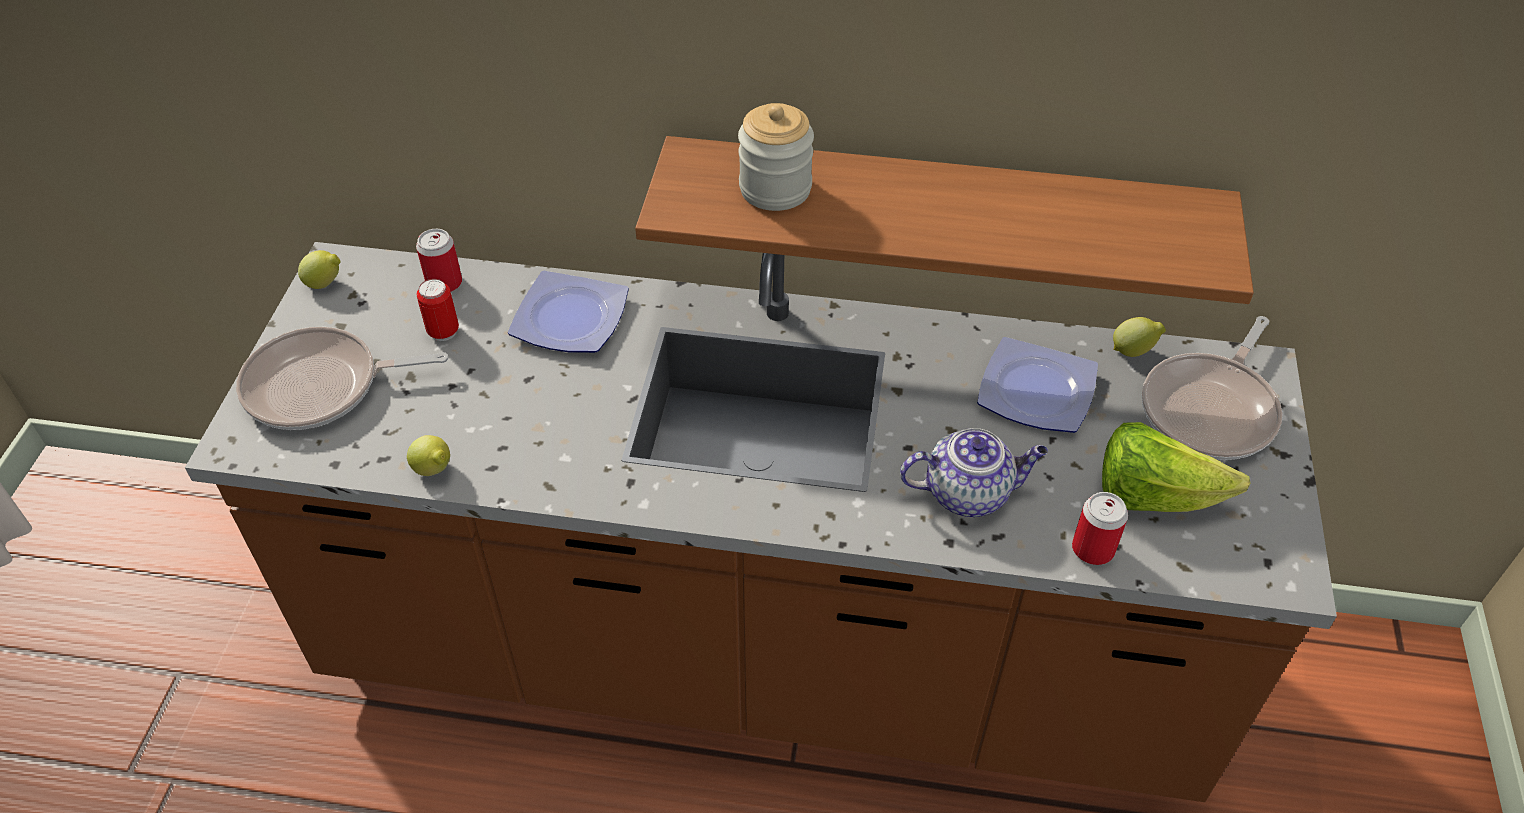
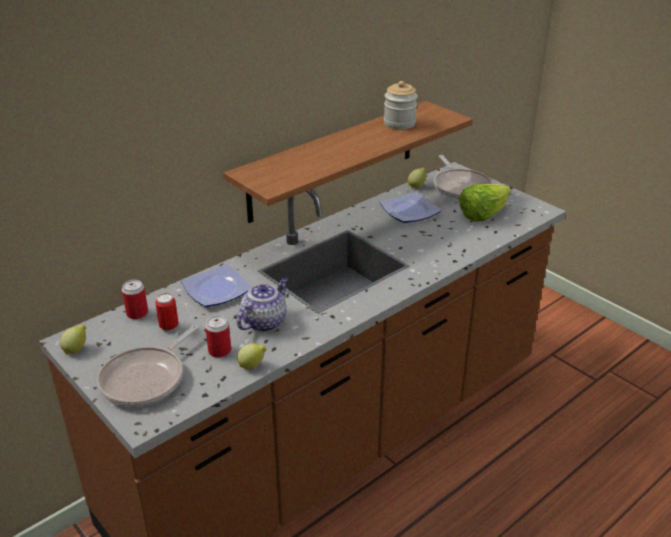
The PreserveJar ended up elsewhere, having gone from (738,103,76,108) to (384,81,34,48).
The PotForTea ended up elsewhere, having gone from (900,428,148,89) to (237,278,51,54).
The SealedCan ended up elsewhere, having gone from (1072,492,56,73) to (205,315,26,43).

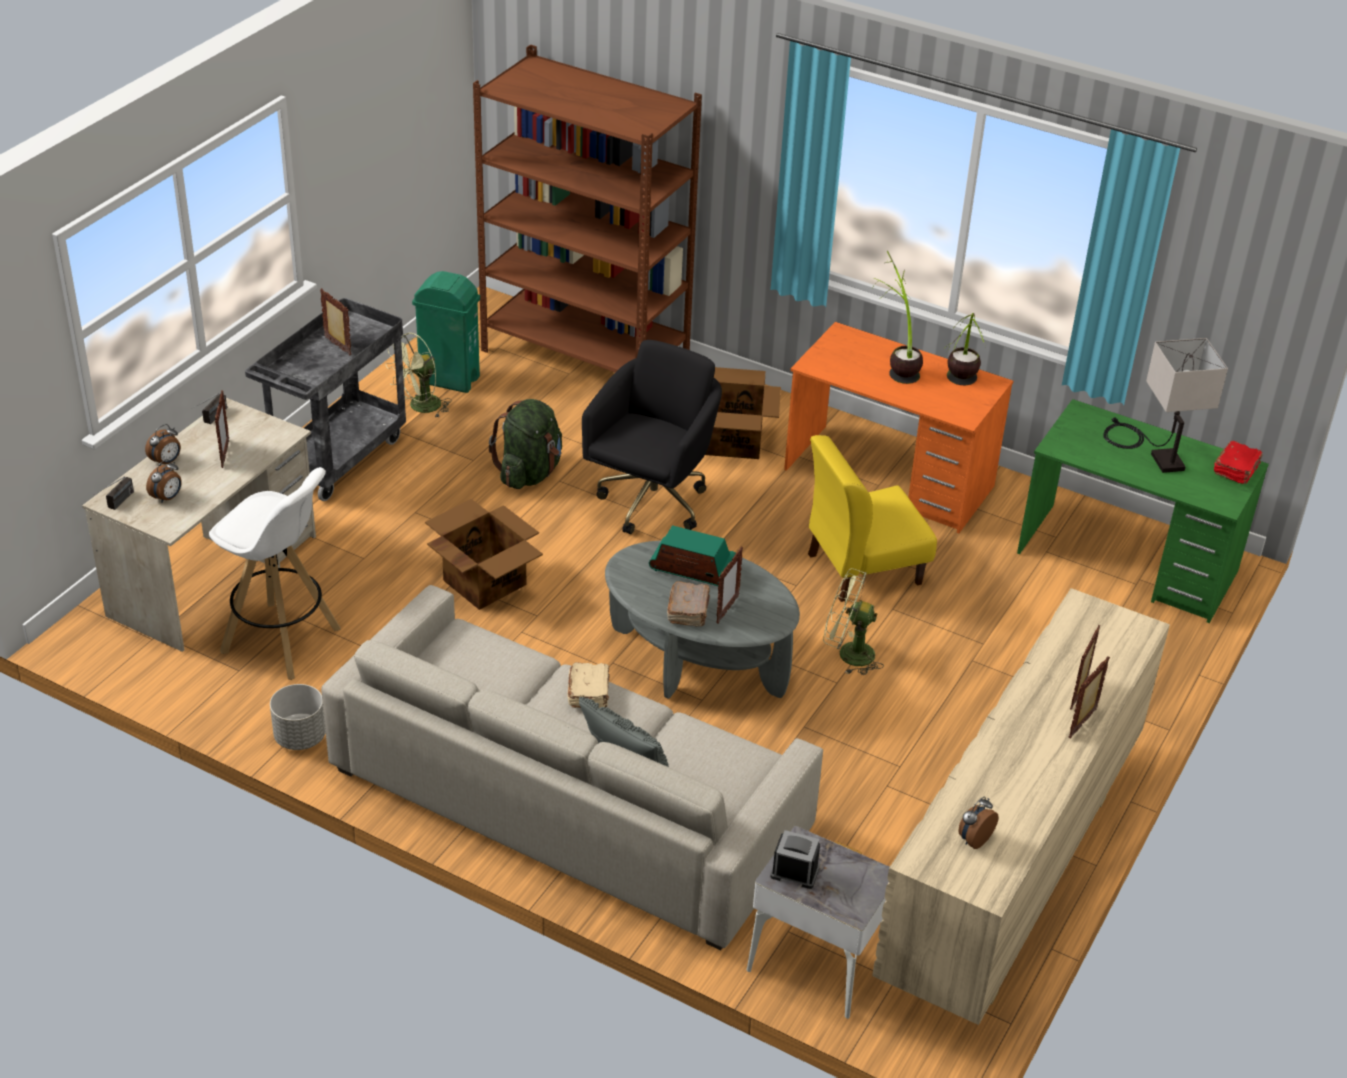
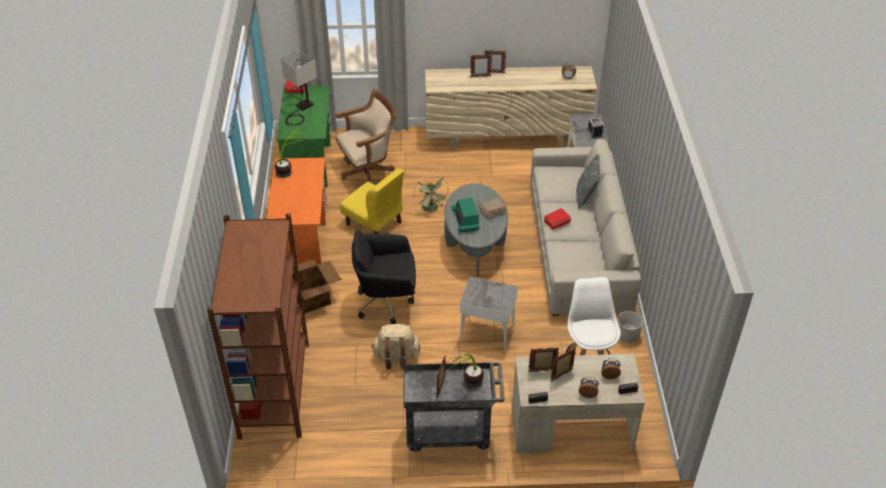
The second view lost the GreenishFan at (385,333,66,84).
The second view lost the GreenishWasteBin at (412,271,68,122).
The second view gained the OfficeChair at (335,88,61,95).
The StandingFrame ended up elsewhere, having gone from (716,546,27,77) to (528,347,31,25).
The PlantInAPot ended up elsewhere, having gone from (874,251,49,133) to (446,354,38,34).
Where the PackingBox stood at (425,499,118,111), the EndTable came to stand at (459,277,59,74).
What was the GreenishRucksack at (489,399,73,90) turned into the BeigeRucksack at (371,324,49,45).
What was the BeigeVolume at (567,662,43,46) turned into the RedColouredVolume at (544,208,27,22).

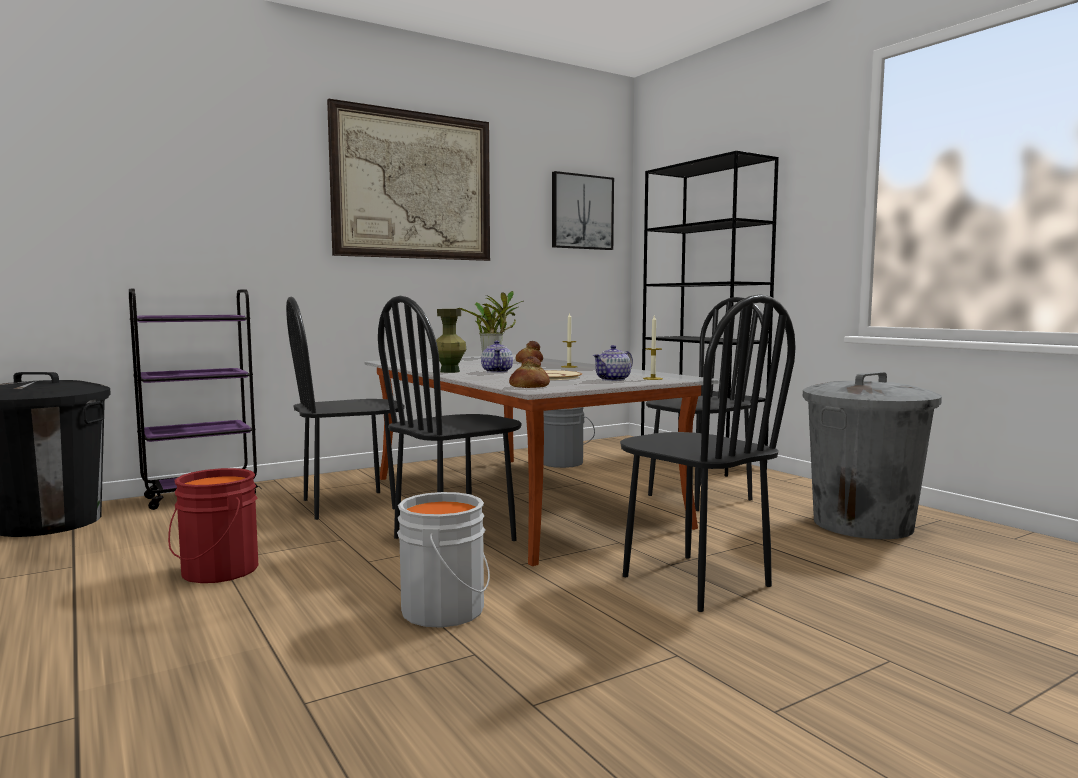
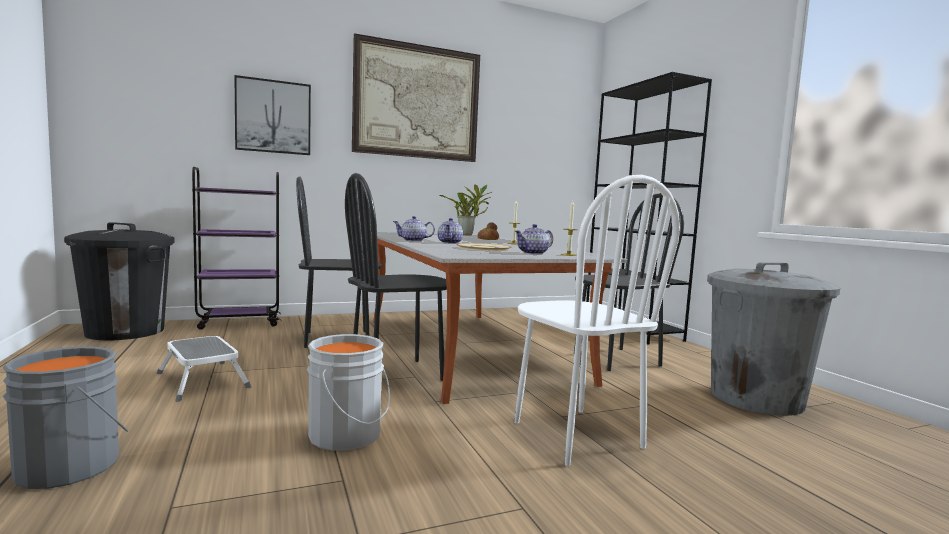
The second view lost the Bread at (509,356,41,32).
The GreyPail ended up elsewhere, having gone from (543,407,52,61) to (3,346,125,143).
The WallArt ended up elsewhere, having gone from (552,171,62,79) to (234,75,77,80).
Where the RedColouredPail stood at (168,468,90,115), the GreyStepLadder came to stand at (156,336,95,66).
Where the GreenishVase stood at (436,309,30,64), the PotForTea came to stand at (393,216,42,26).
What was the BlackPlainChair at (620,294,176,318) turned into the WhitePlainChair at (514,175,166,291).

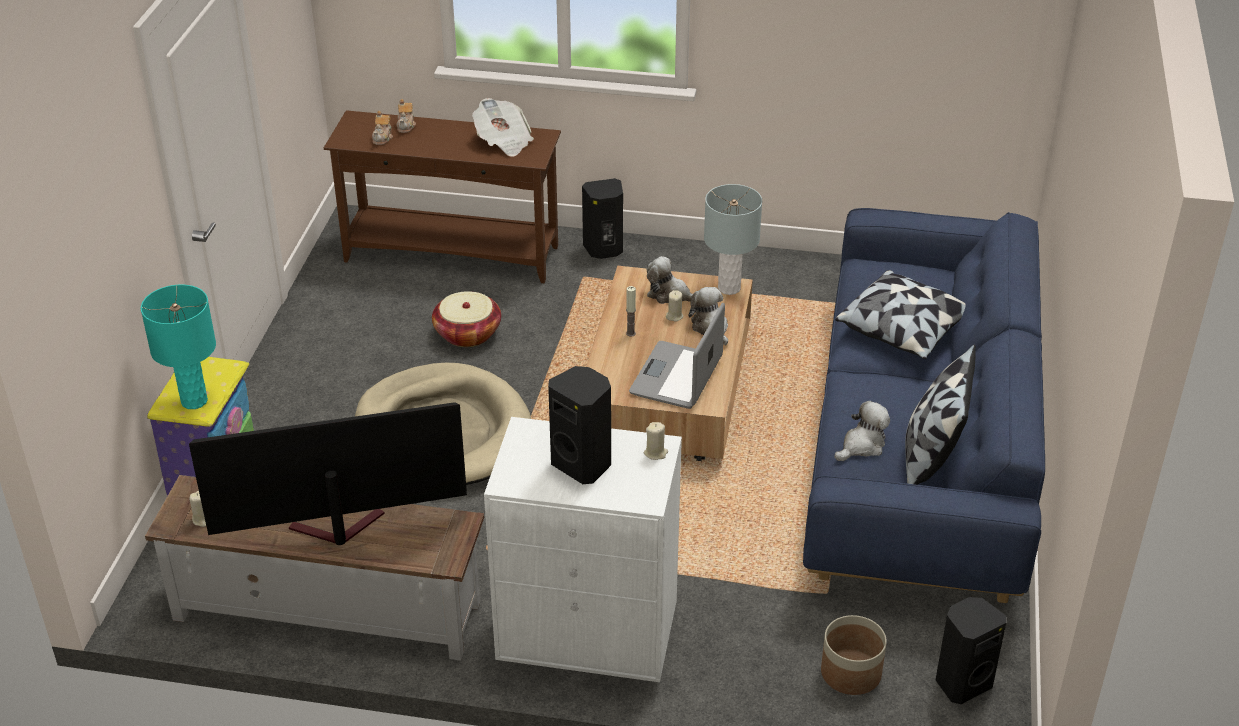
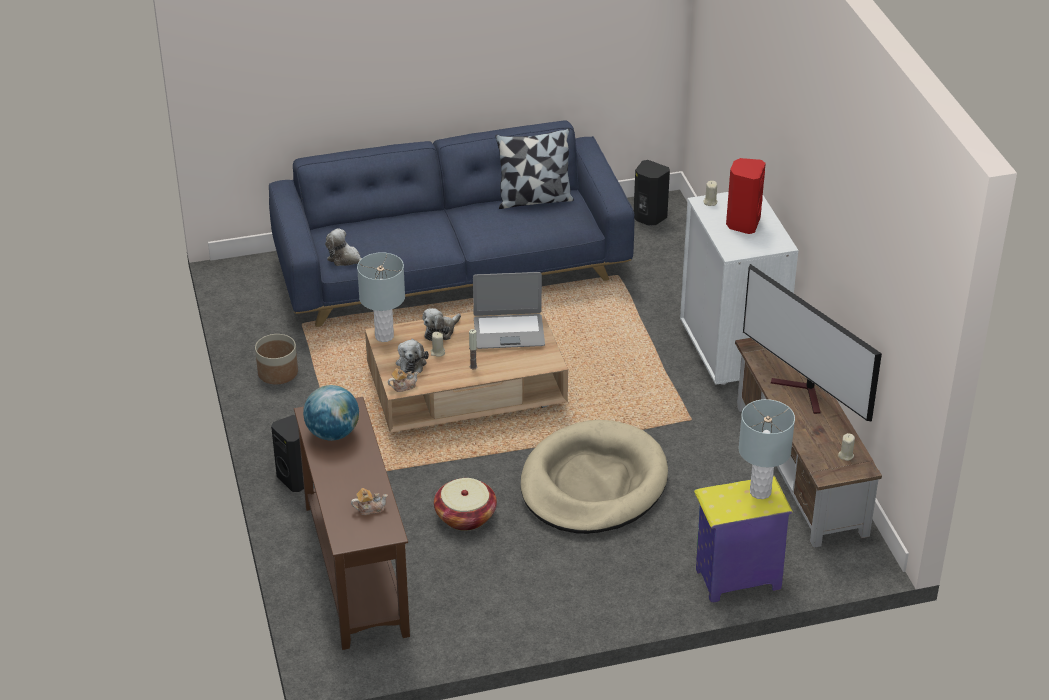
The second view lost the ThrowPillow at (835,270,130,89).
The PotForTea ended up elsewhere, having gone from (396,99,20,34) to (388,368,31,24).
The PlantPot ended up elsewhere, having gone from (821,615,66,80) to (255,334,43,50).
The SoftToy ended up elsewhere, having gone from (834,401,56,60) to (325,228,37,38).
Where the DailyPaper stood at (472,98,62,59), the WorldGlobe came to stand at (303,385,56,56).
What was the BlueGreenTabletopLamp at (141,285,75,124) turned into the GreyTabletopLamp at (738,399,57,100).
What was the BlackSpeaker at (548,366,63,118) turned into the RedColouredSpeaker at (726,158,40,76).

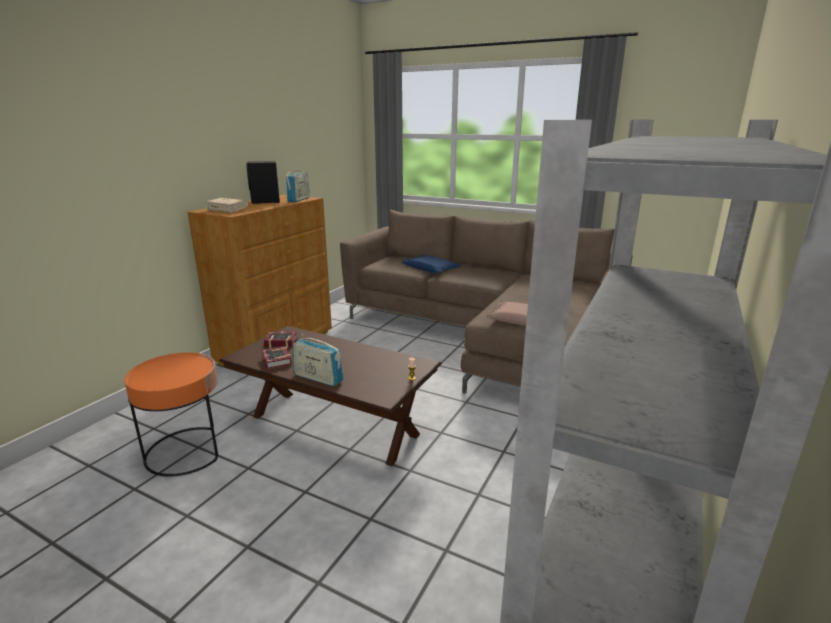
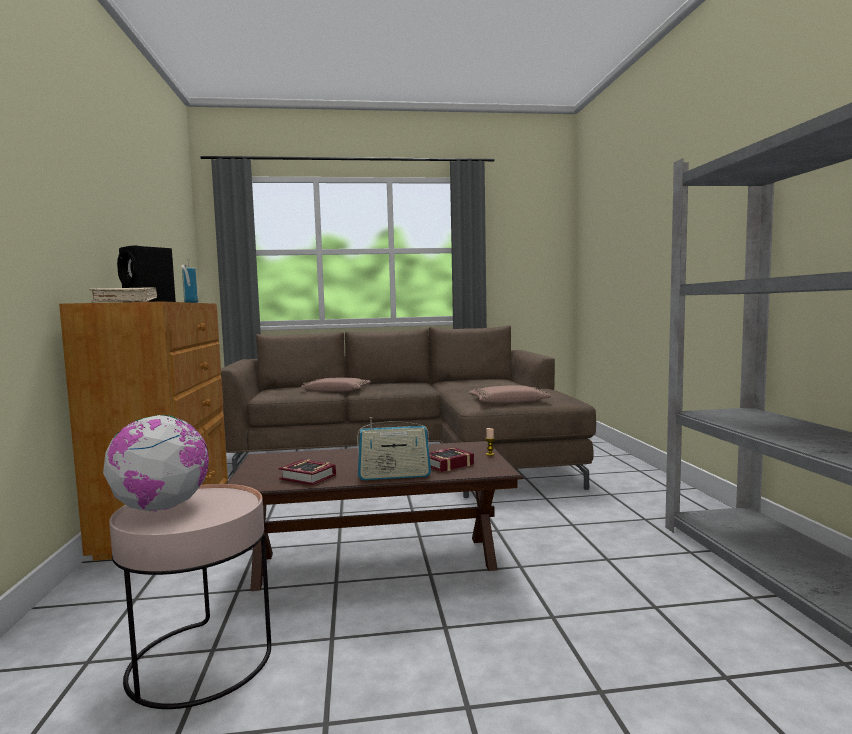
The second view gained the WorldGlobe at (103,415,106,97).
The Volume ended up elsewhere, having gone from (263,331,35,17) to (429,447,45,25).
What was the OrangeColouredEndTable at (124,352,94,125) turned into the PinkColouredEndTable at (109,484,162,225).
What was the BlueThrowPillow at (402,255,59,18) turned into the BeigeThrowPillow at (301,377,70,15).

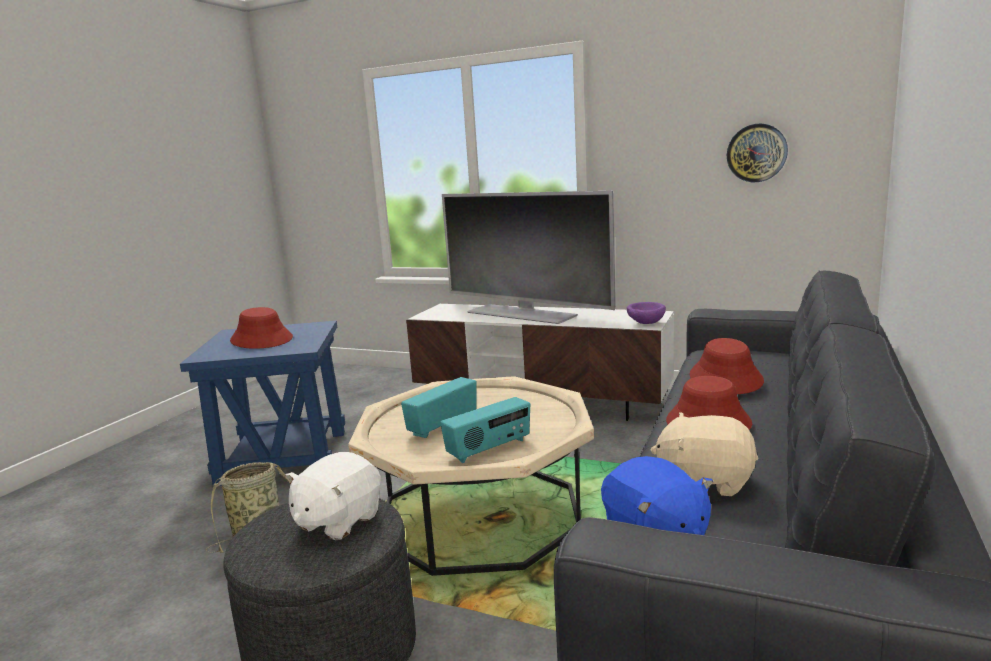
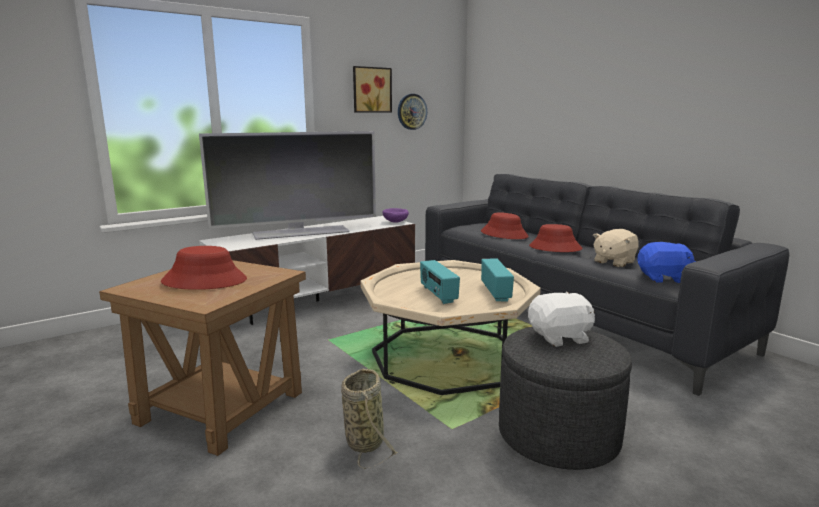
The second view gained the WallArt at (353,66,39,47).
What was the BlueEndTable at (180,321,165,165) turned into the BrownColouredEndTable at (99,260,207,196).
The WhiteSoftToy at (285,452,96,88) ended up facing another way, 75 degrees counterclockwise from before.

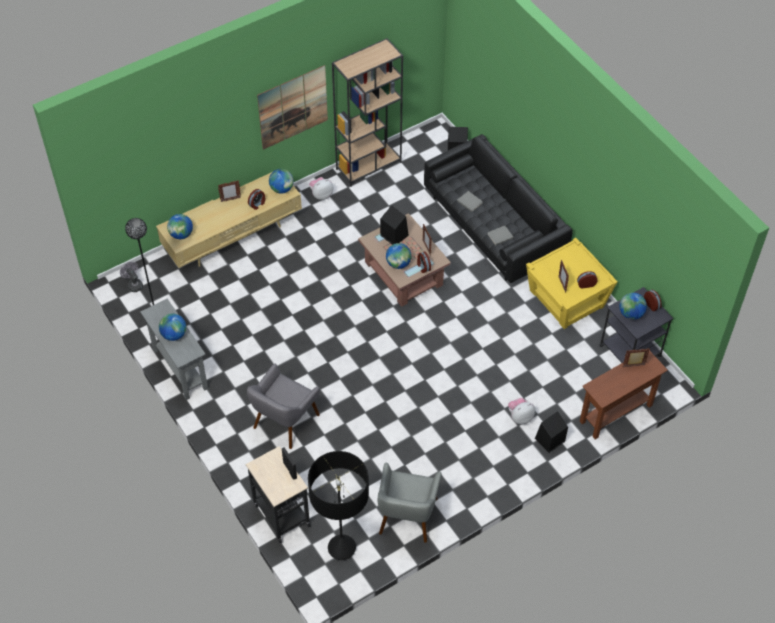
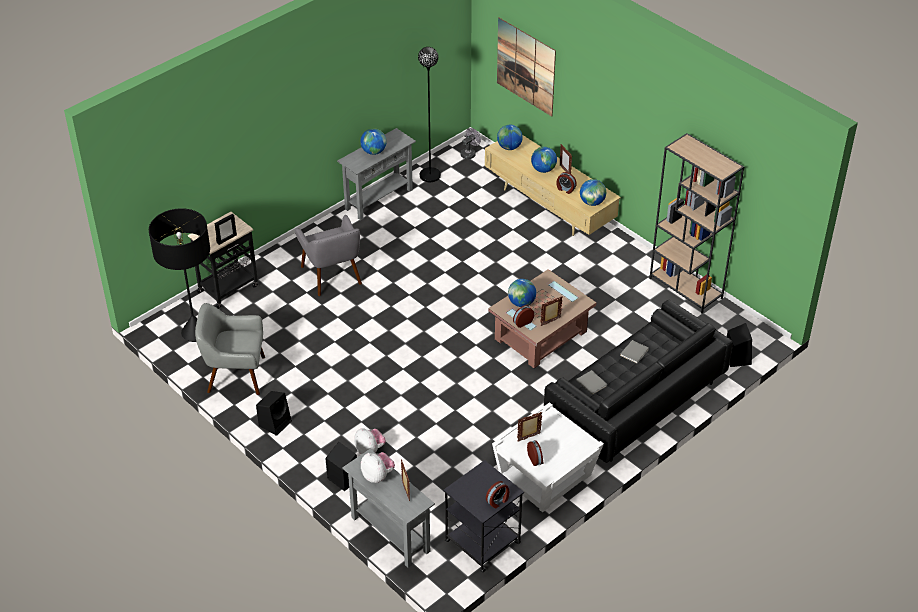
The WallArt ended up elsewhere, having gone from (257,65,71,85) to (497,18,59,99).
The SoftToy ended up elsewhere, having gone from (309,177,25,23) to (361,452,34,31).
The BlackSpeaker ended up elsewhere, having gone from (380,205,29,40) to (256,391,36,45).
The WorldGlobe ended up elsewhere, having gone from (619,293,28,27) to (531,147,26,26).
What was the YellowEndTable at (526,238,91,91) turned into the WhiteEndTable at (492,402,112,111).
What was the BrownColouredHallTable at (580,348,88,91) turned into the GreyHallTable at (342,449,93,119).
The GreyArmchair at (247,364,73,85) ended up facing another way, 135 degrees counterclockwise from before.

